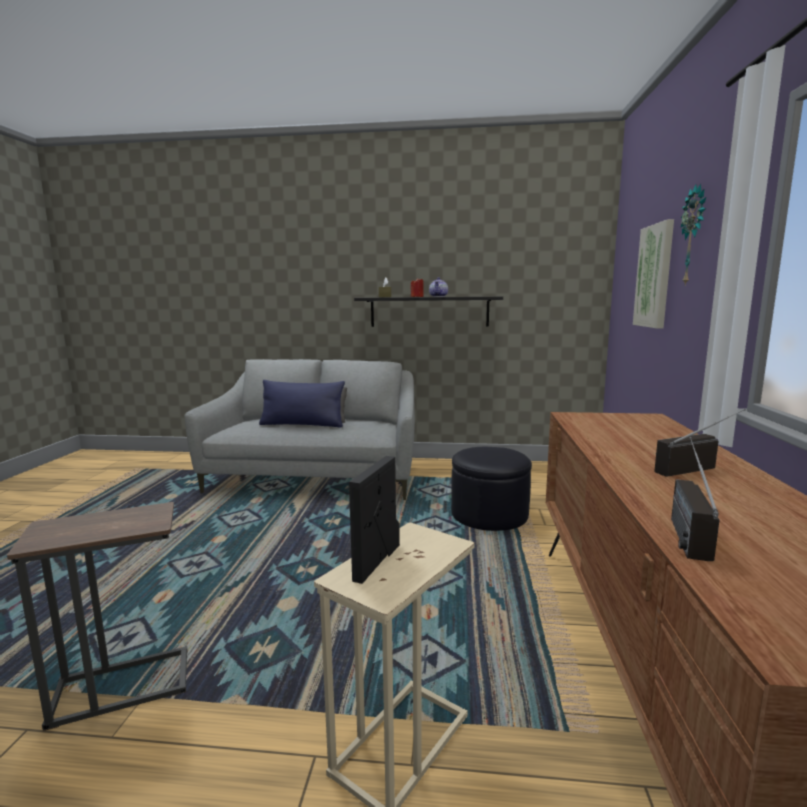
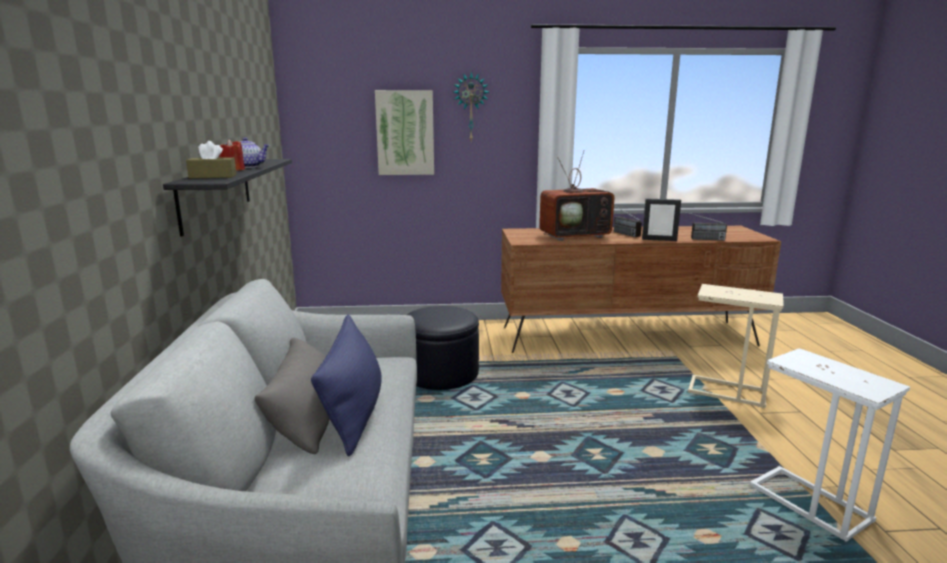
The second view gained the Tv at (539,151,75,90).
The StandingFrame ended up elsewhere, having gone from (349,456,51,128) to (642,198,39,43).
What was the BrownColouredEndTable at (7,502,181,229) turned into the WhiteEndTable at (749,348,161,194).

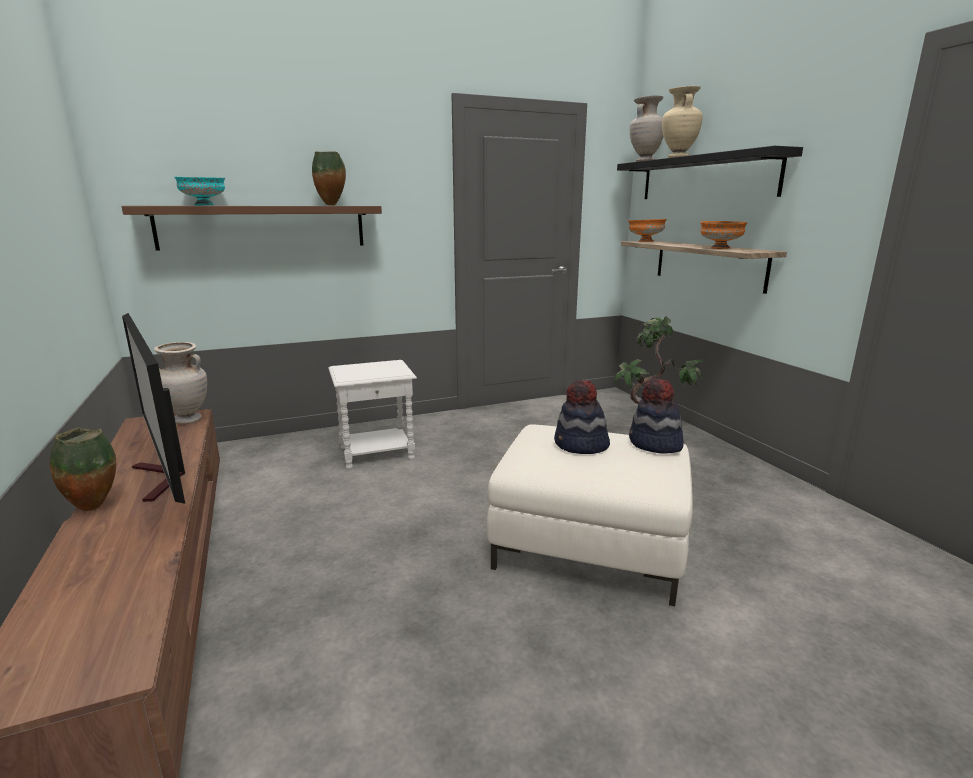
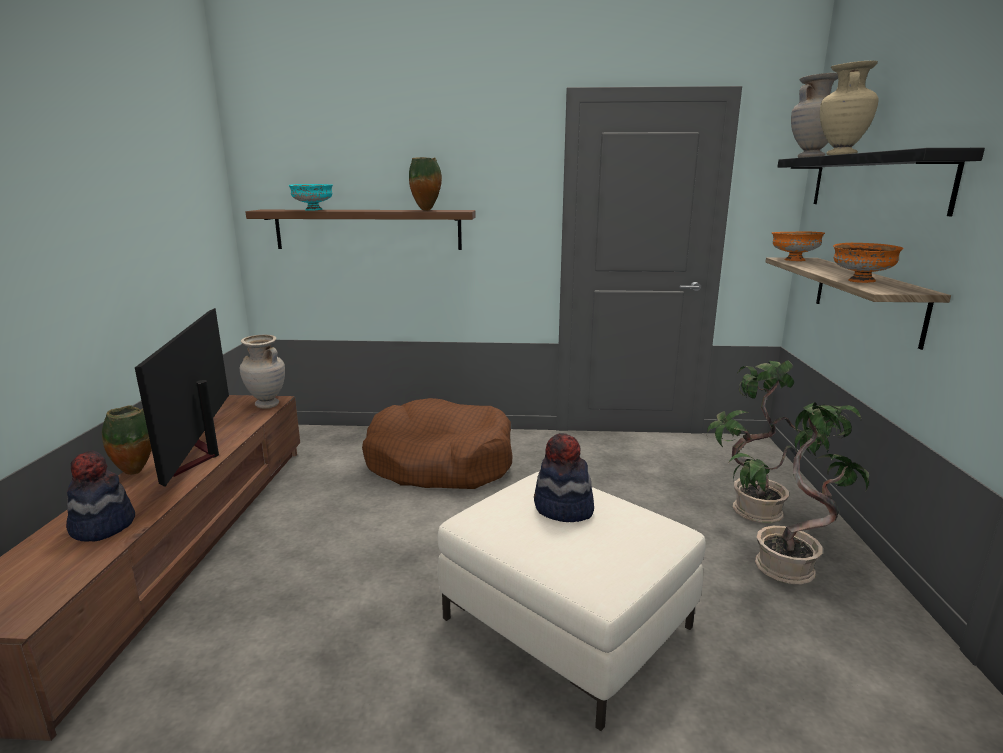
The second view gained the PlantInAPot at (728,402,141,183).
The WearableHat ended up elsewhere, having gone from (629,378,55,76) to (66,451,69,91).
Where the WhiteEndTable stood at (328,360,89,109), the BrownColouredPetBed came to stand at (362,398,151,91).

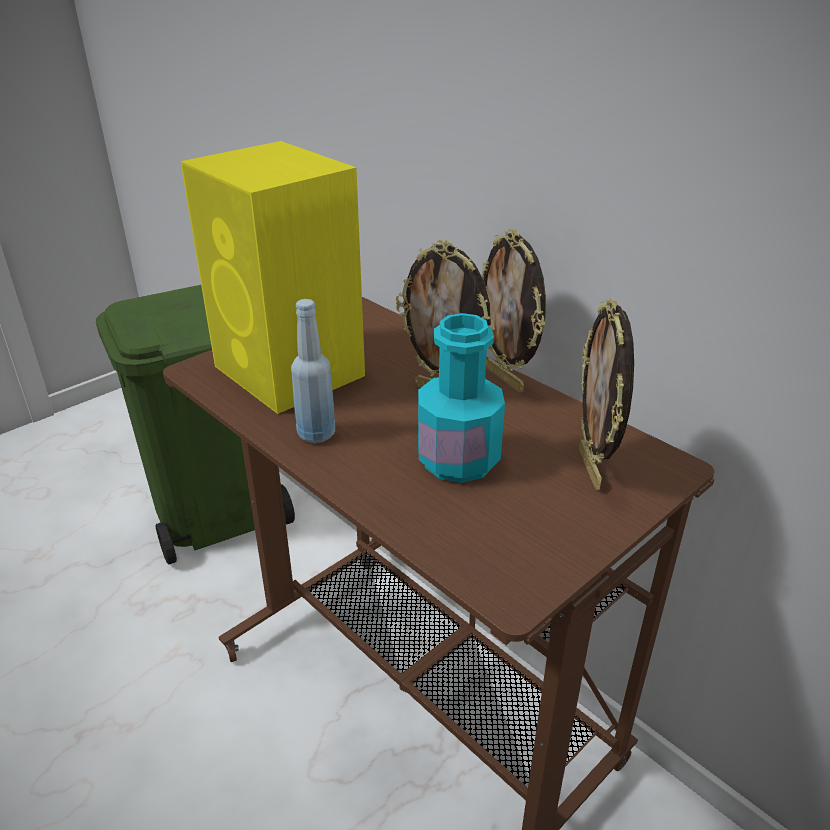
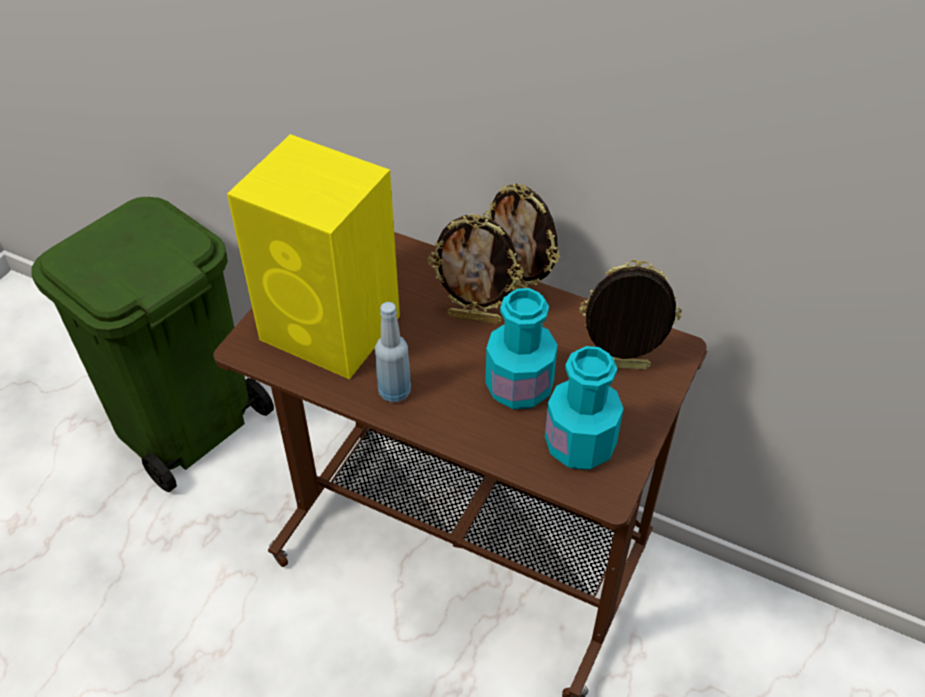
The second view gained the BlueGreenBottle at (545,346,78,124).
The StandingFrame at (579,298,55,192) ended up facing another way, 120 degrees clockwise from before.

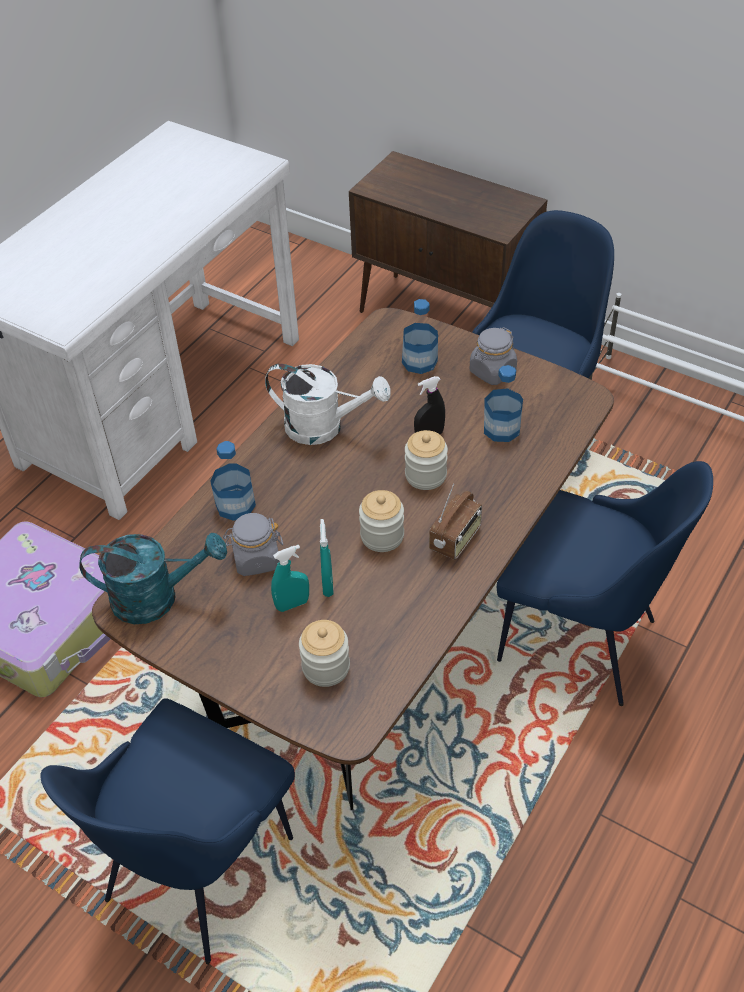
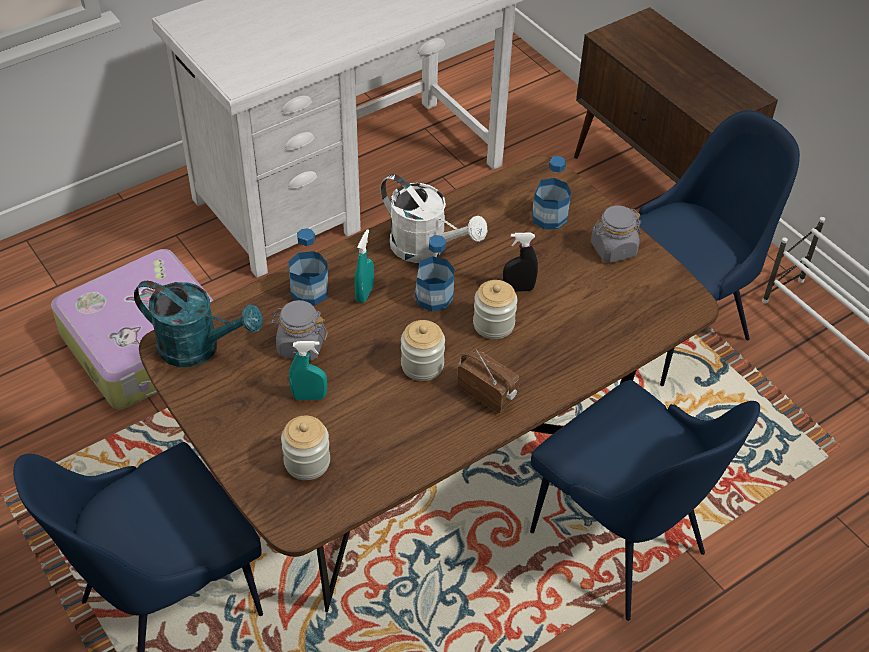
The BlueGreenHandSprayer ended up elsewhere, having gone from (320,519,14,78) to (355,229,19,74).
The Bottle ended up elsewhere, having gone from (484,365,39,77) to (415,235,39,77).
The RadioReceiver at (429,484,53,76) ended up facing another way, 105 degrees counterclockwise from before.

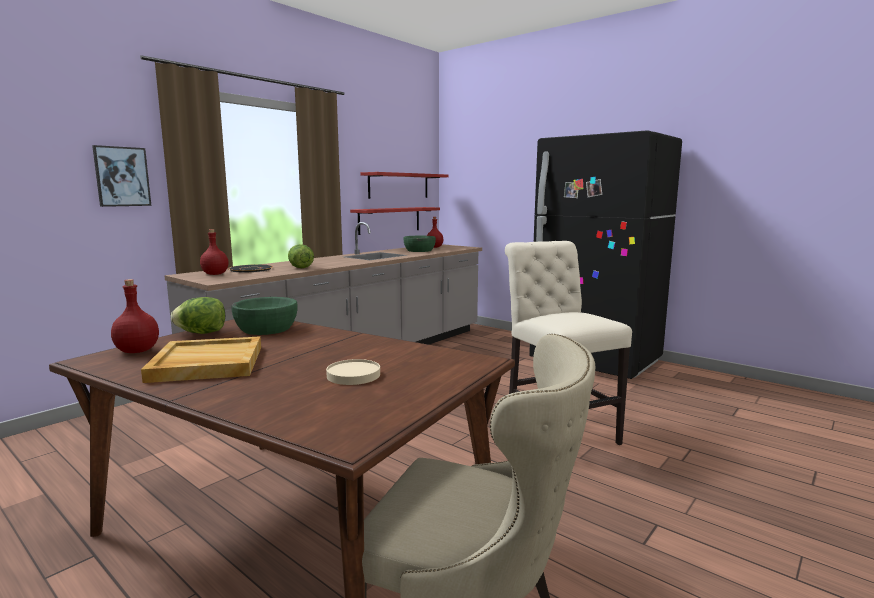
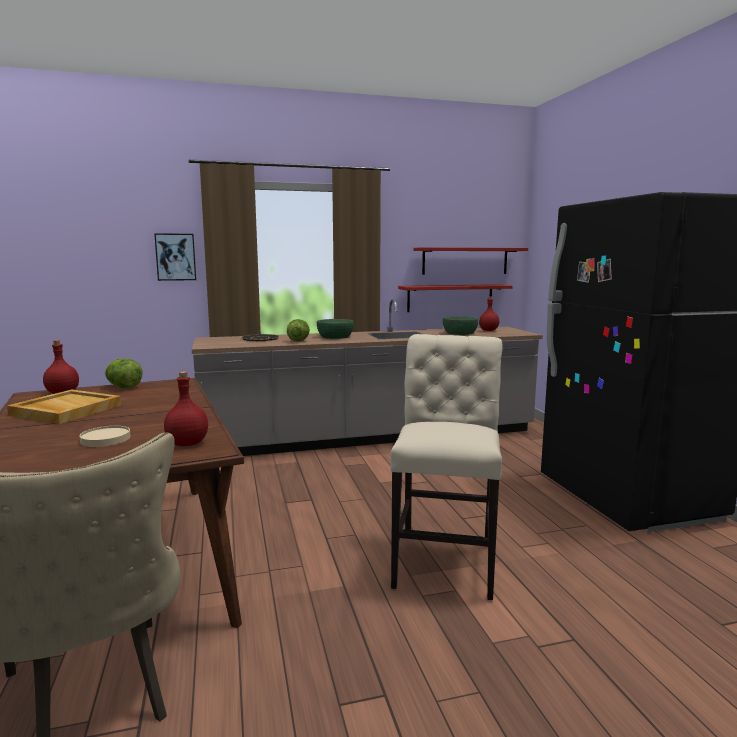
The RedColouredBottle ended up elsewhere, having gone from (200,229,29,46) to (164,371,44,75).
The GreenishBowl ended up elsewhere, having gone from (232,297,66,38) to (317,319,37,20).

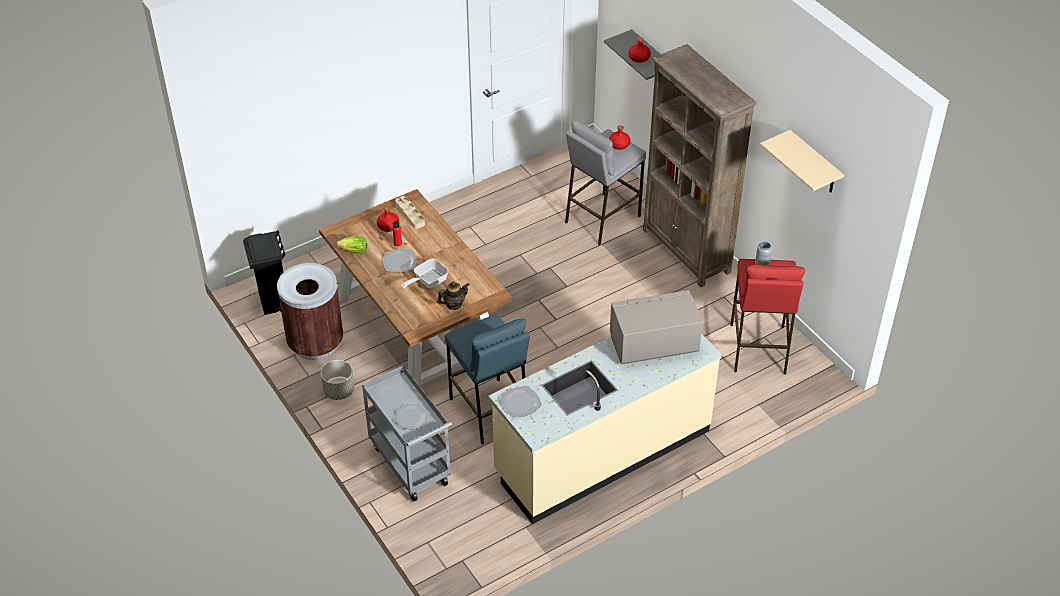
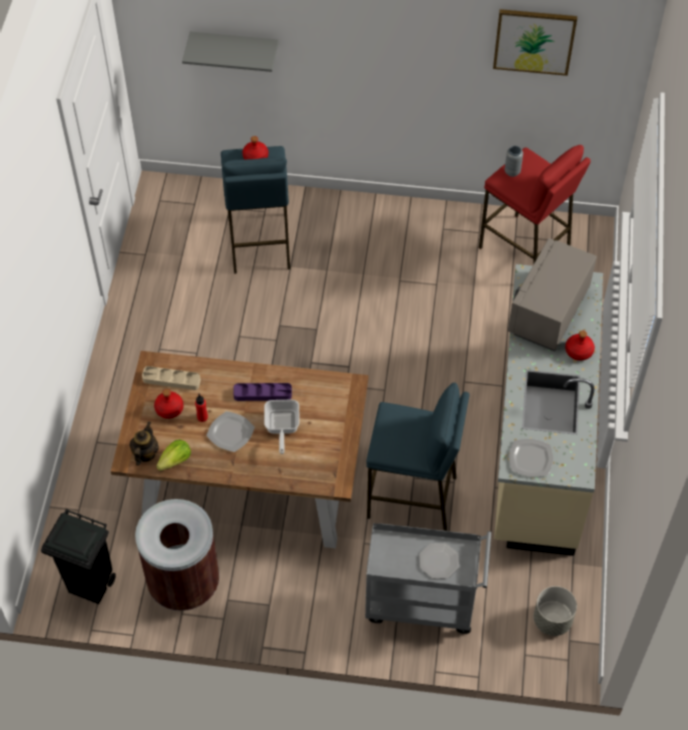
The second view lost the BrownColouredBookcase at (643,44,113,243).
The second view gained the PurpleColouredServingTray at (233,383,59,18).
The GreyPlantPot ended up elsewhere, having gone from (321,360,33,40) to (534,586,43,50).
The PotForTea ended up elsewhere, having gone from (437,281,33,29) to (130,422,29,44).
The RedColouredBottle ended up elsewhere, having gone from (628,37,23,26) to (565,331,30,30).
Where the BeigeShelf hung at (760,130,84,62), the WallArt came to hang at (493,9,84,67).
What was the GreyStoolSeat at (565,121,81,124) turned into the BlueStoolSeat at (221,146,69,128).

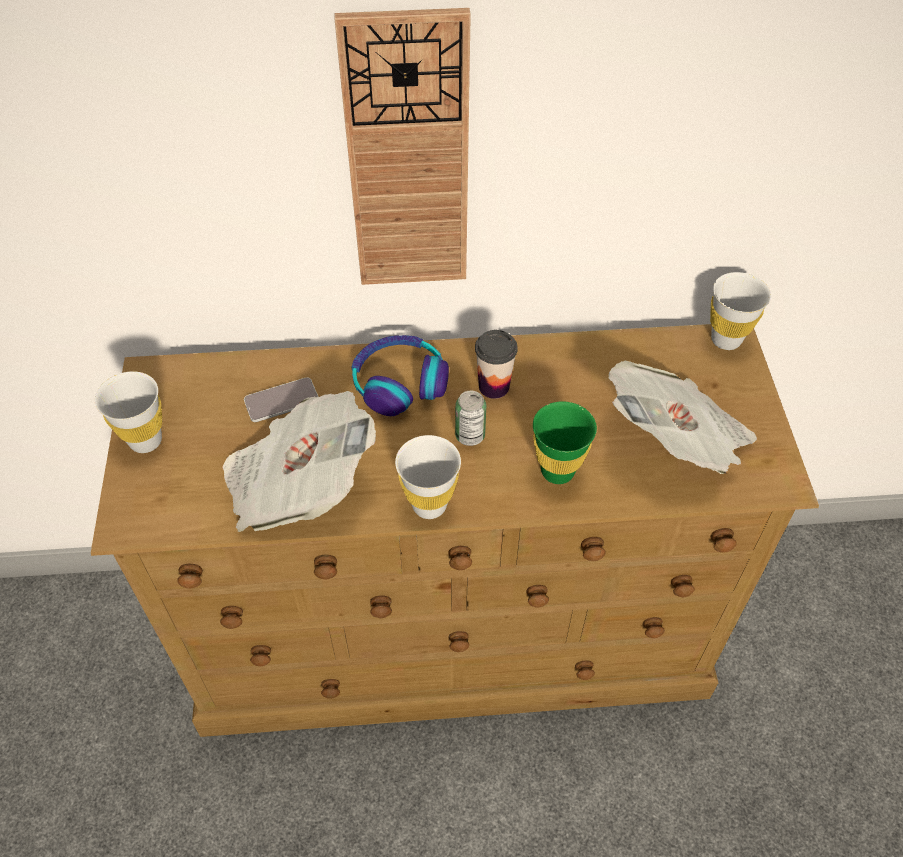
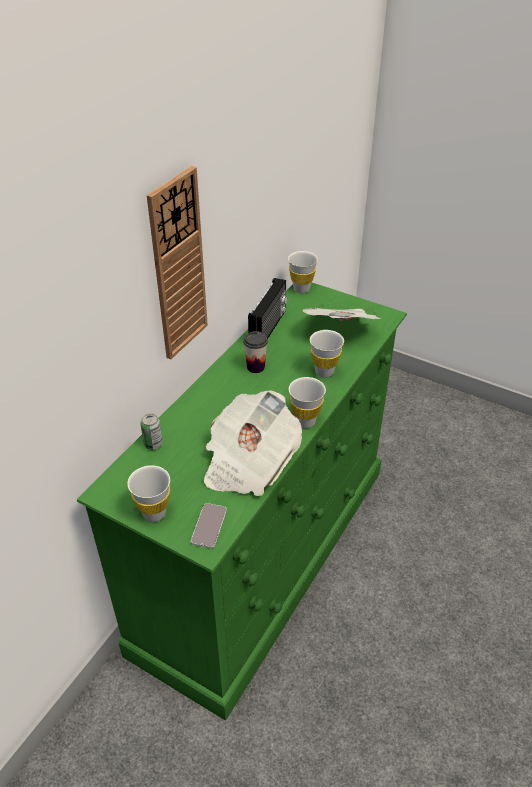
The second view lost the PairOfHeadphones at (352,335,97,81).
The second view gained the RadioReceiver at (248,278,39,61).
The Handset ended up elsewhere, having gone from (244,377,74,45) to (191,503,36,45).
The SealedCan ended up elsewhere, having gone from (455,391,31,55) to (140,414,23,36).
What was the BrownColouredDrawerChest at (91,324,728,413) turned into the GreenishDrawerChest at (77,283,330,438).
What was the GreenishSmallCup at (533,401,64,83) turned into the WhiteSmallCup at (310,330,34,48).

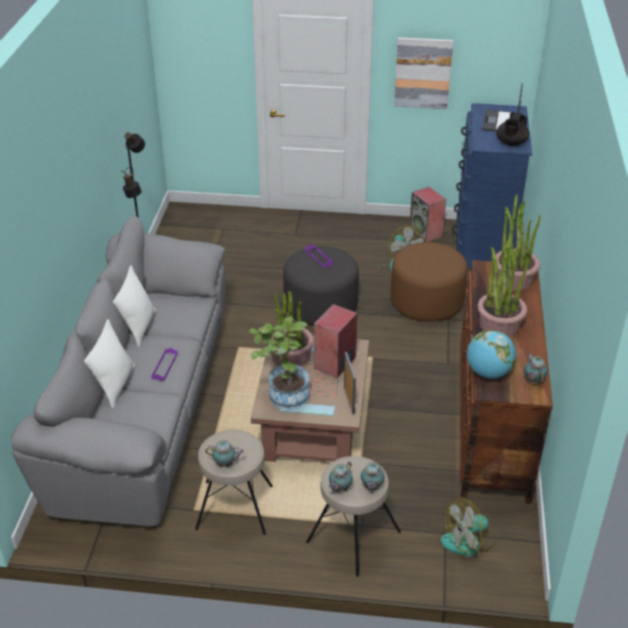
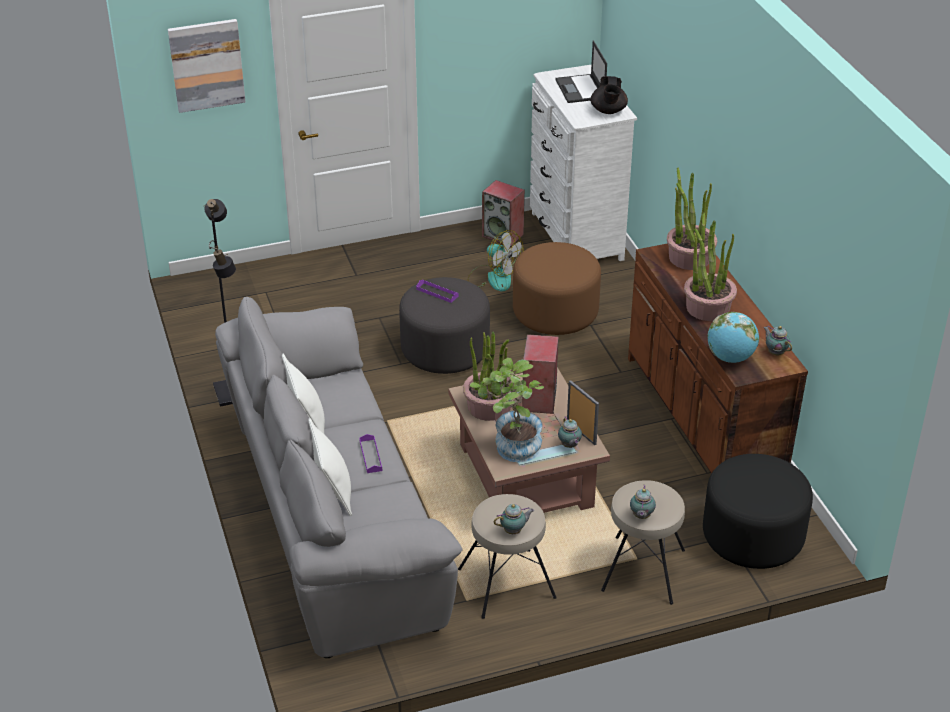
The PotForTea ended up elsewhere, having gone from (361,458,24,32) to (558,417,24,31).
The WallArt ended up elsewhere, having gone from (394,37,59,72) to (168,19,78,94).
Where the Fan stood at (441,498,56,58), the BlackFootrest came to stand at (703,454,110,115).
What was the BlueDrawerChest at (452,103,80,165) turned into the WhiteDrawerChest at (530,64,107,197).

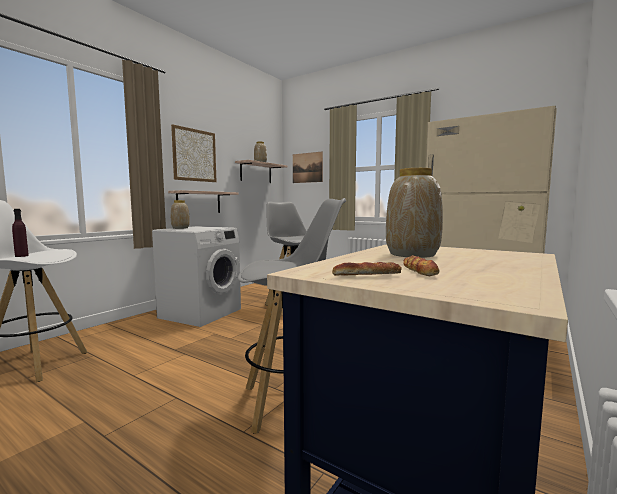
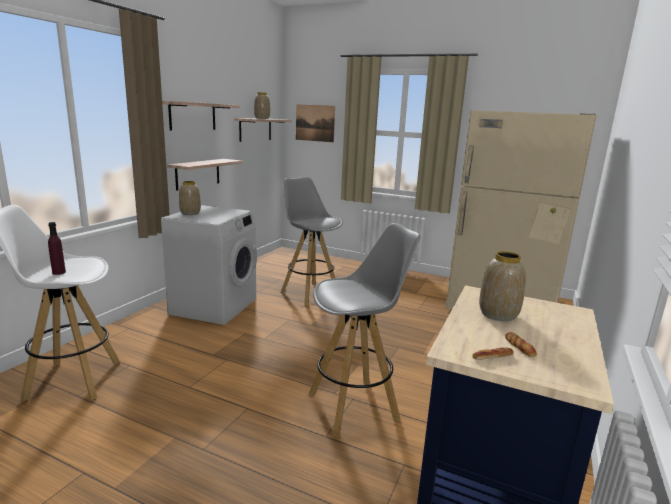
Where the WallArt hung at (171,124,45,58), the Shelf came to hang at (162,101,78,30).

